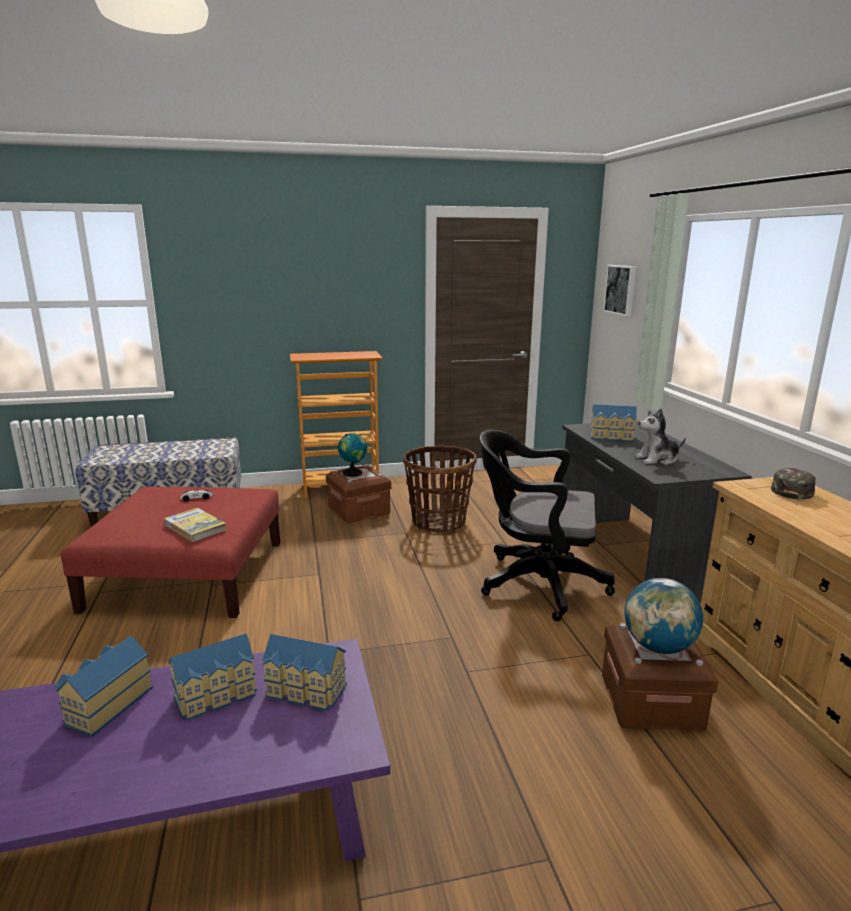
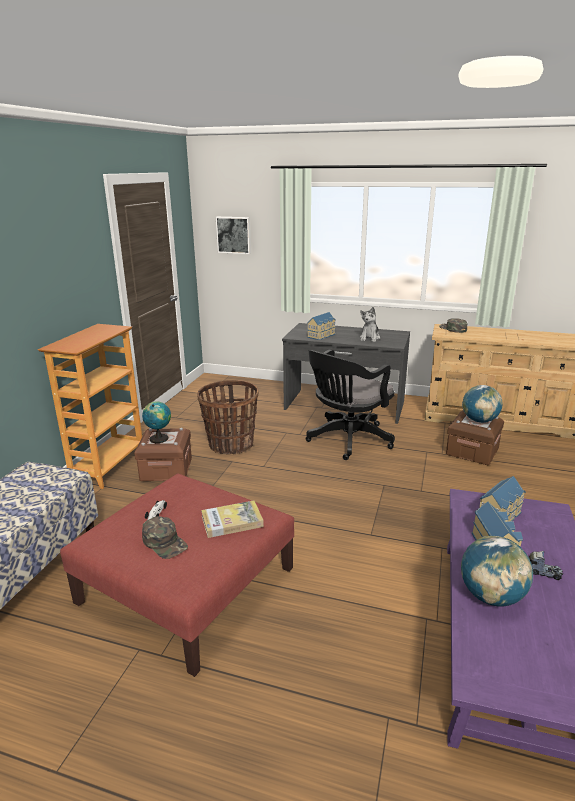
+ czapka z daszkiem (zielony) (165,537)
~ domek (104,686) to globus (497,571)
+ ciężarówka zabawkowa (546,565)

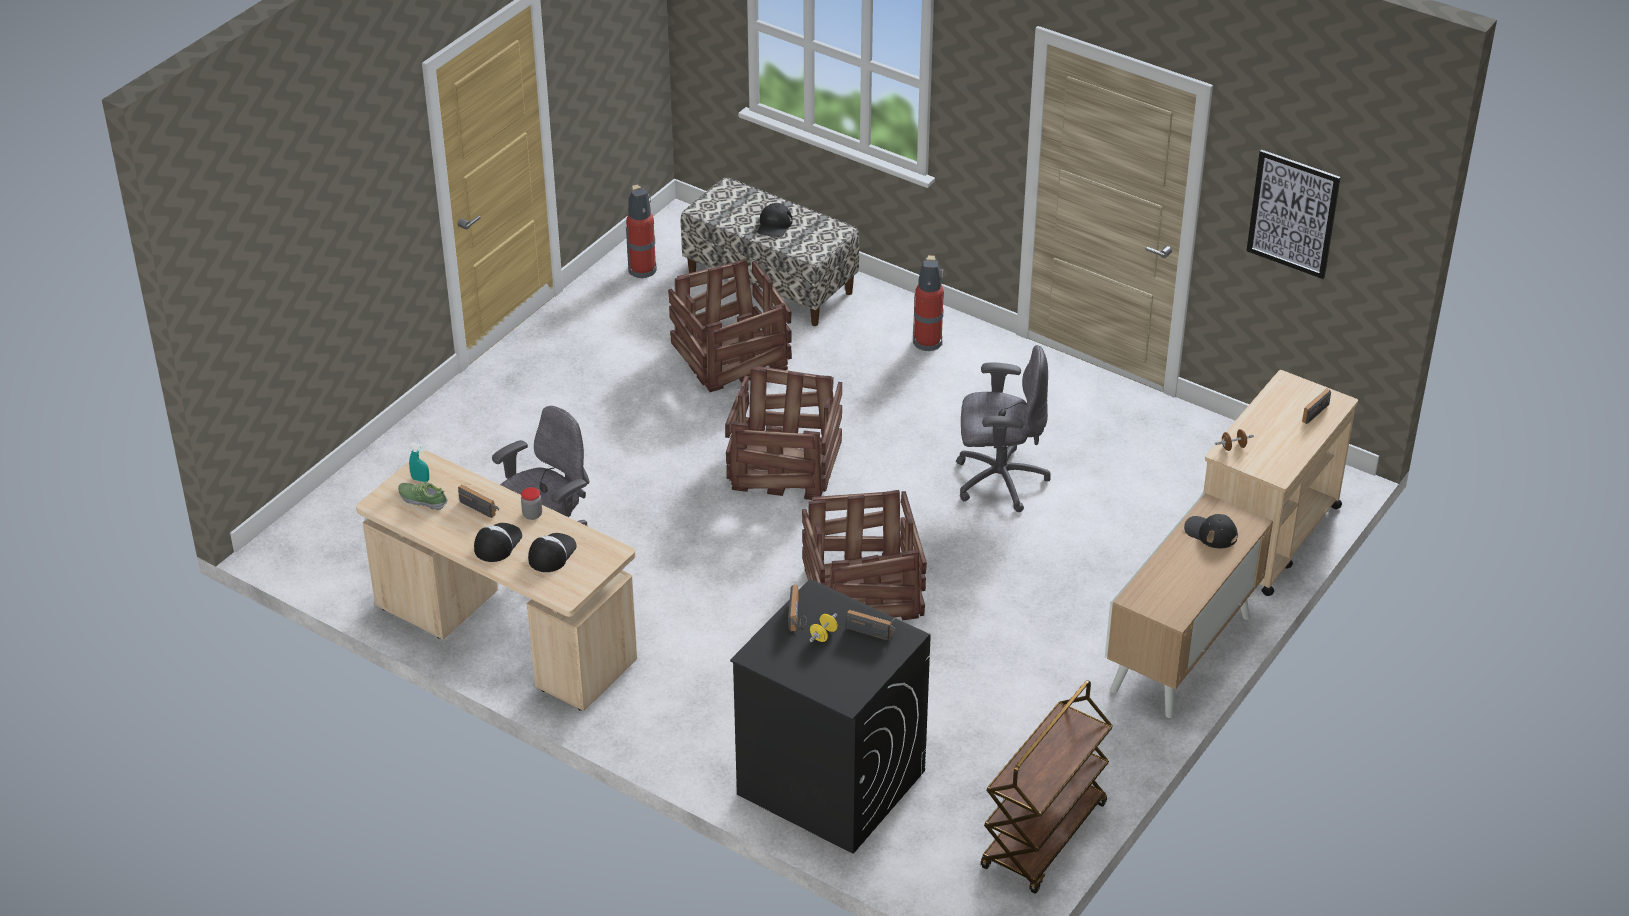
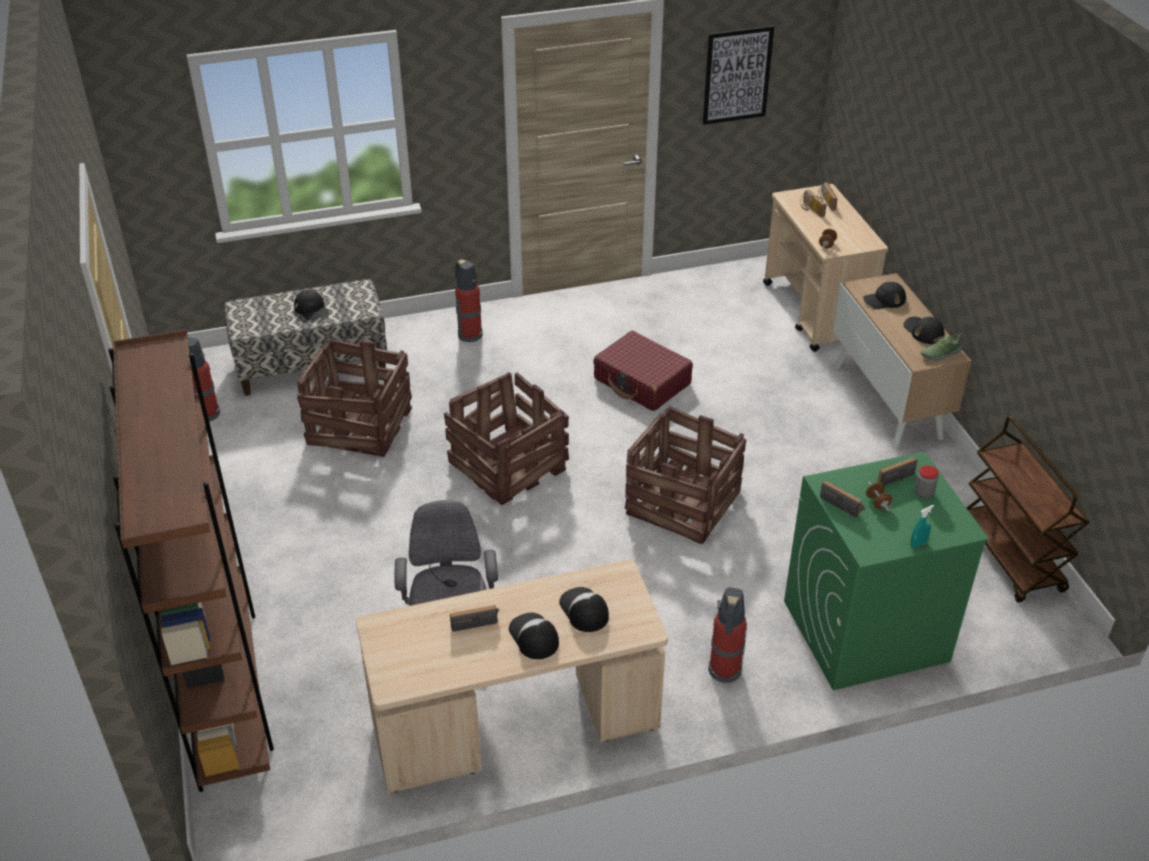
+ regał (brązowy) (191,560)
~ krzesło biurowe (szary) (1003,428) to walizka (czerwony) (643,371)
+ gaśnica (727,635)
~ pralka (czarny) (830,716) to pralka (zielony) (886,571)
+ radio (813,203)
~ hantel (żółty) (823,627) to hantel (brązowy) (879,496)
+ czapka z daszkiem (czarny) (923,330)
~ spryskiwacz (turkusowy) (419,462) to (922,526)
~ słoik (531,503) to (926,481)
~ but (423,495) to (941,347)

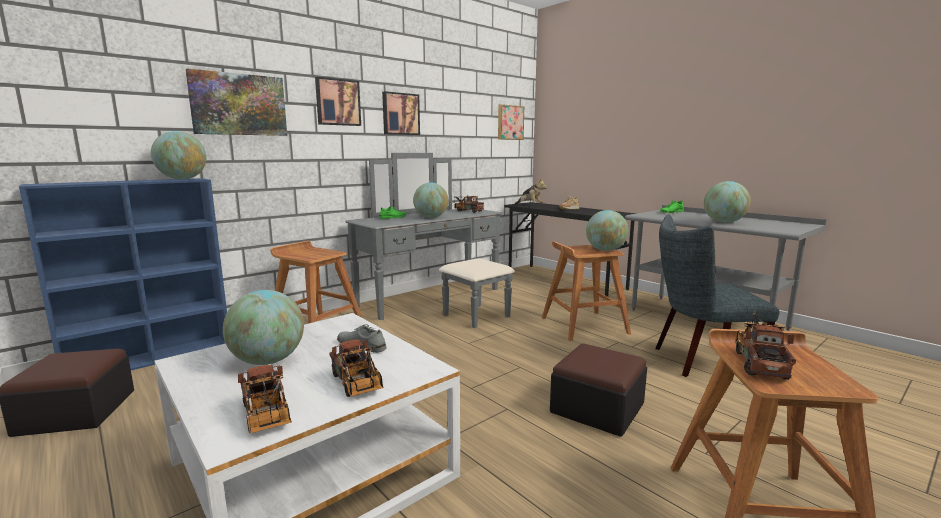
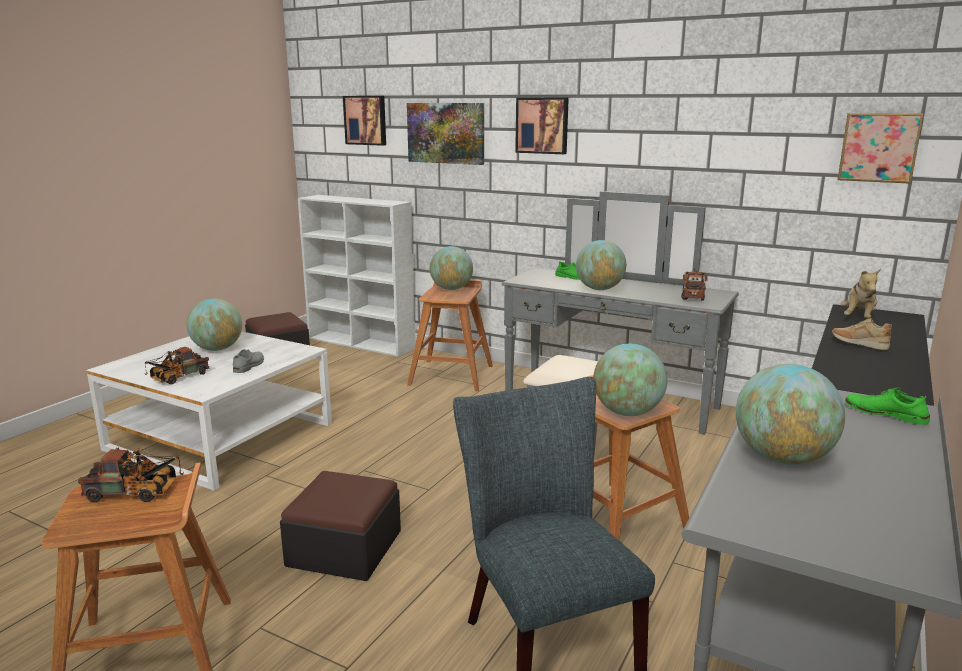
~ regał (niebieski) (123,274) to regał (biały) (357,276)
~ obraz (401,113) to (364,121)
~ globus (178,155) to (451,268)
- ciężarówka zabawkowa (265,399)

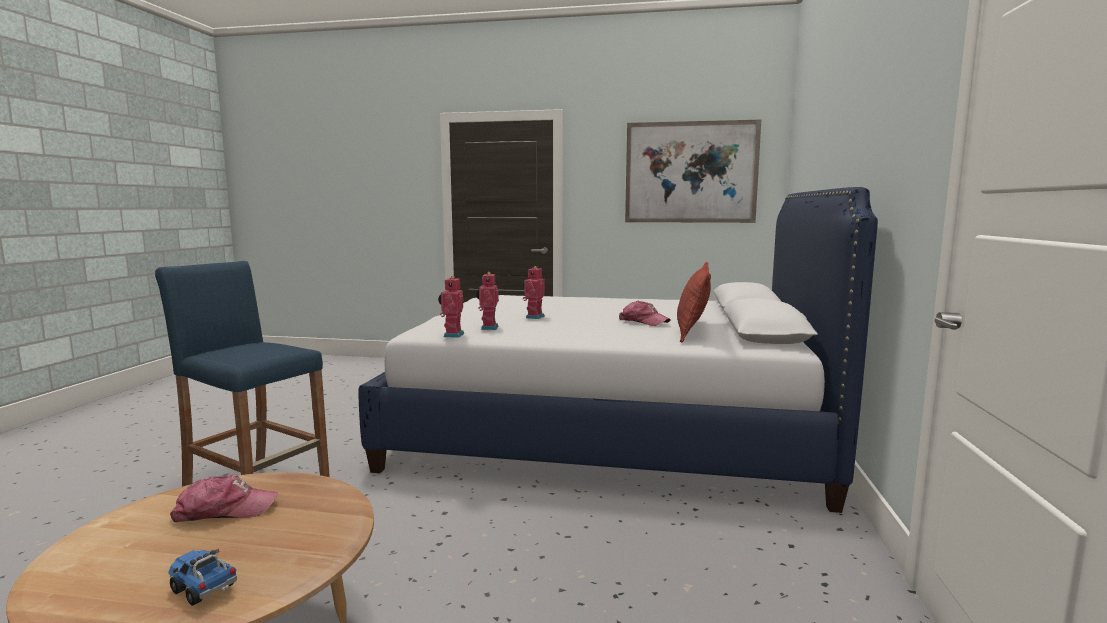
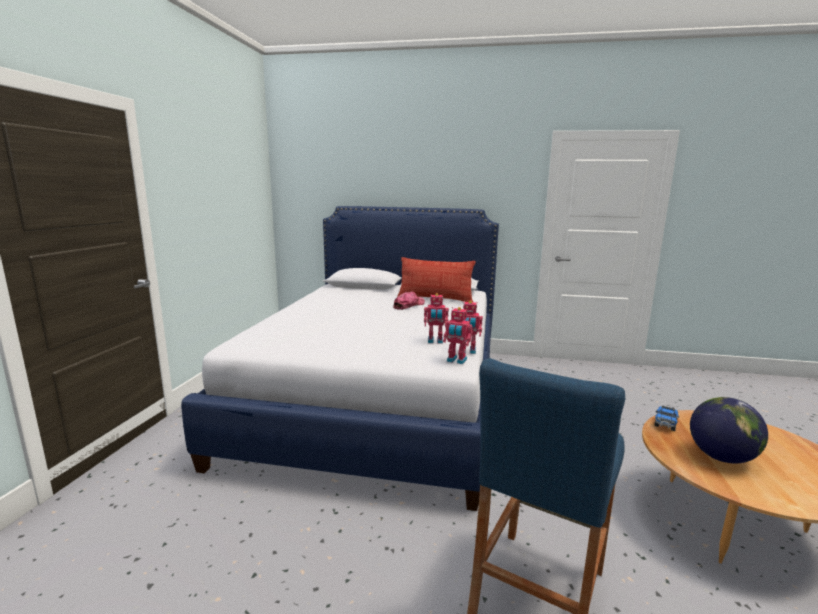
~ robot zabawkowy (534,292) to (458,335)
~ ciężarówka zabawkowa (202,577) to (666,418)
~ czapka z daszkiem (224,498) to globus (729,430)
- obraz (693,171)

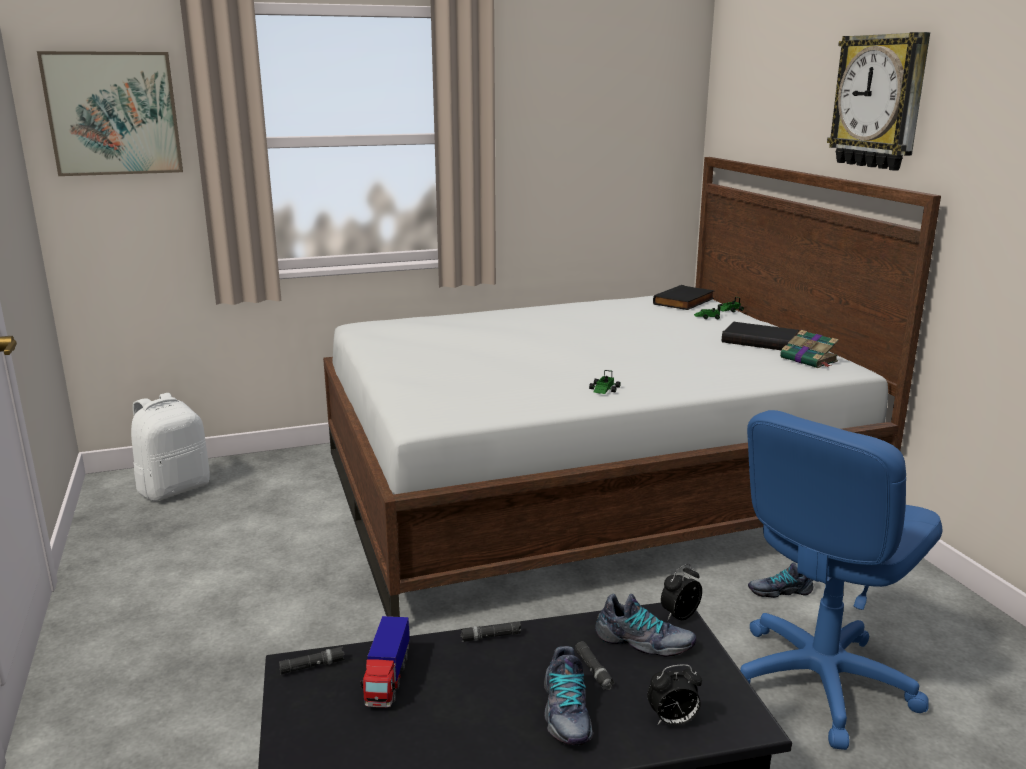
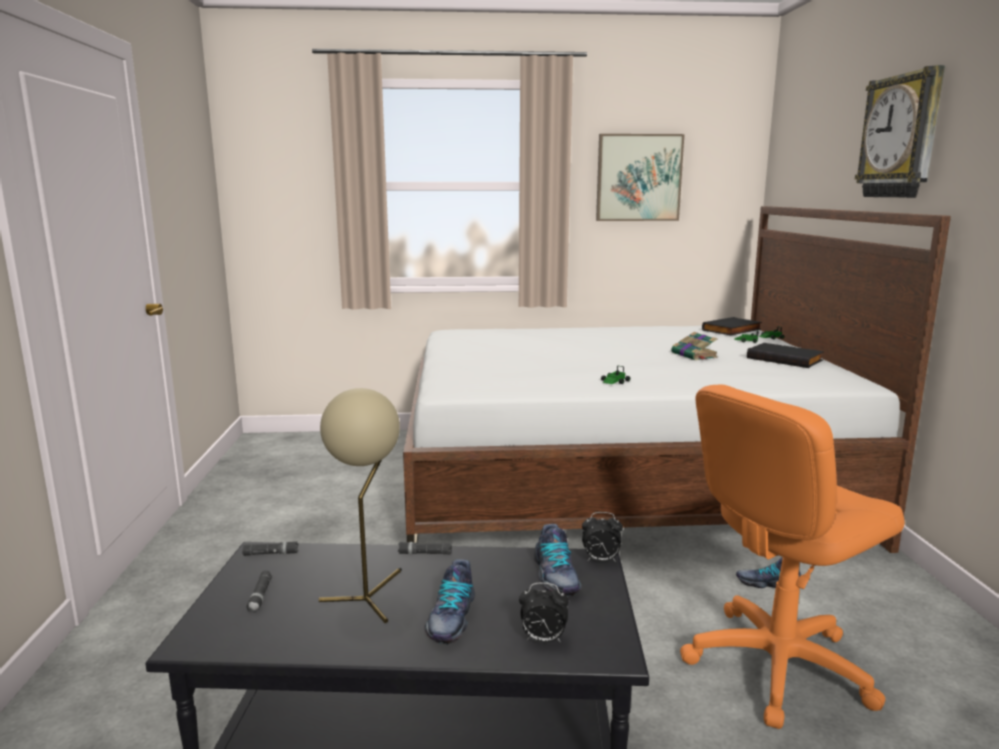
~ latarka (czarny) (595,665) to (259,592)
+ lampa stołowa (beżowy) (360,505)
~ but (645,625) = (558,560) 45 degrees clockwise
~ budzik (681,592) = (602,537) 150 degrees counterclockwise
~ obraz (110,113) to (640,177)
~ książka (809,349) to (694,346)
~ krzesło biurowe (niebieski) (841,580) to krzesło biurowe (pomarańczowy) (792,556)
- plecak (biały) (170,447)
- ciężarówka zabawkowa (385,661)

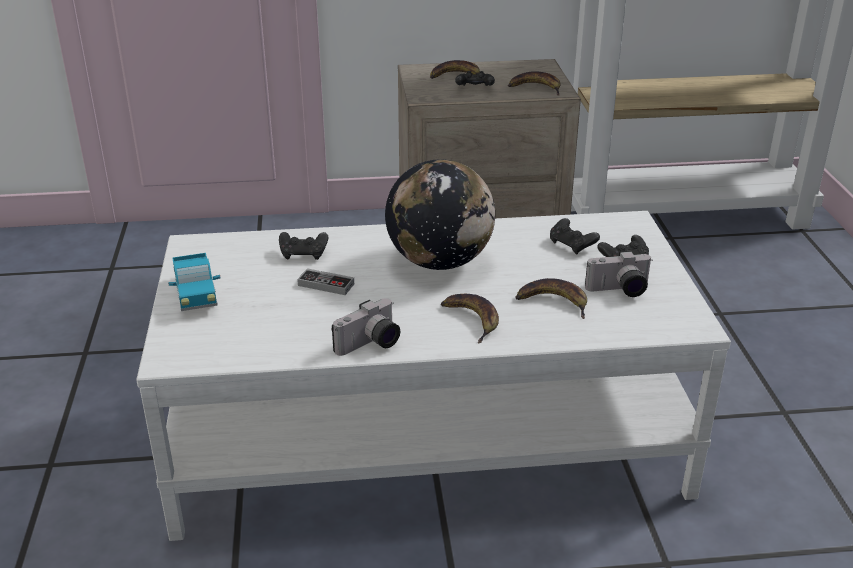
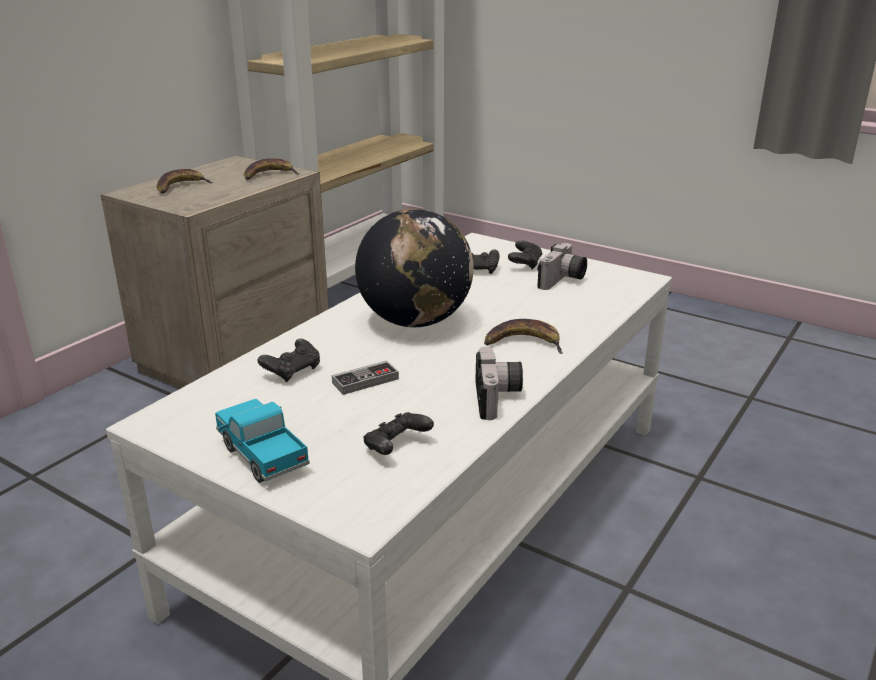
~ ciężarówka zabawkowa (194,282) = (262,441) 150 degrees counterclockwise
~ pad do gier (czarny) (475,78) to (399,433)
- banan (551,298)

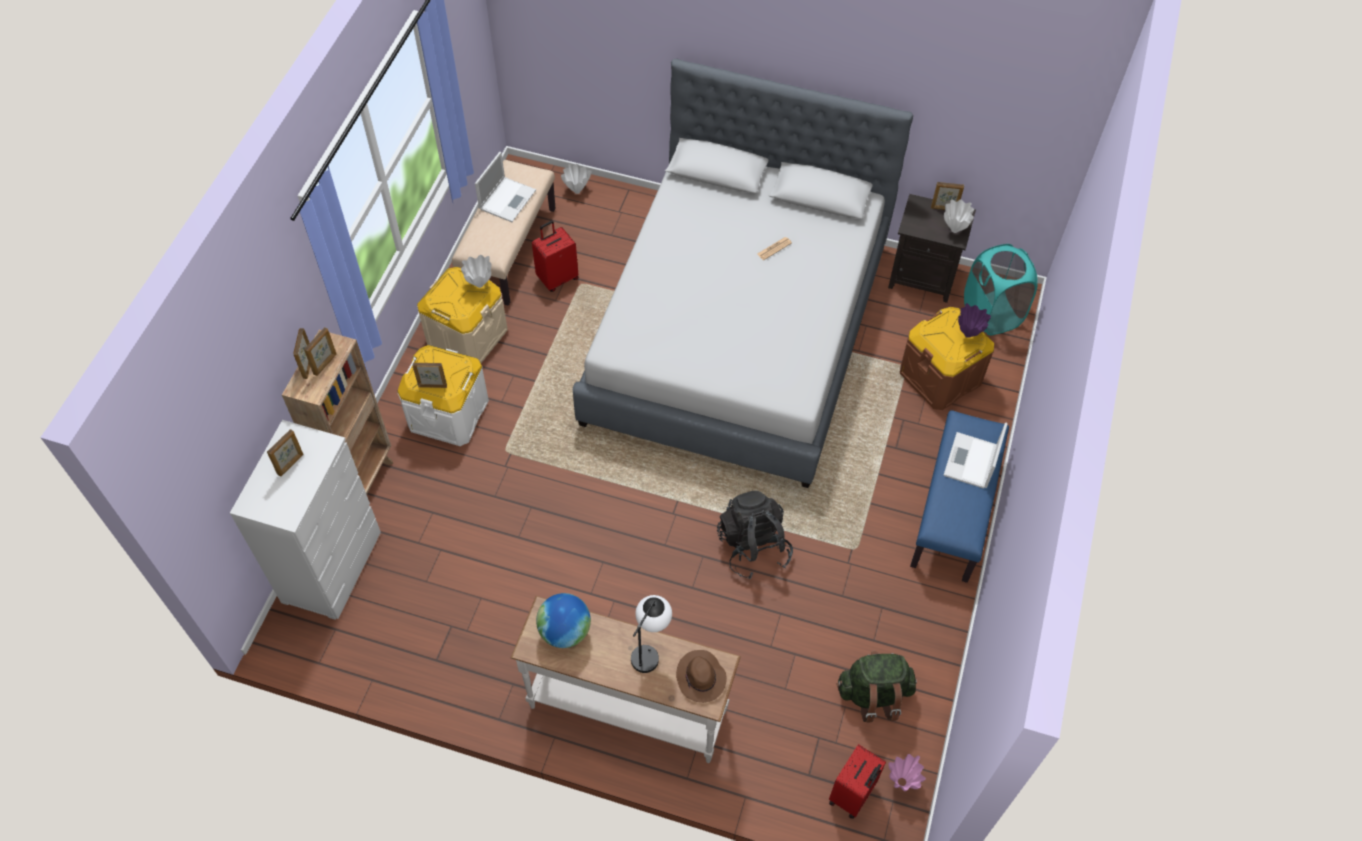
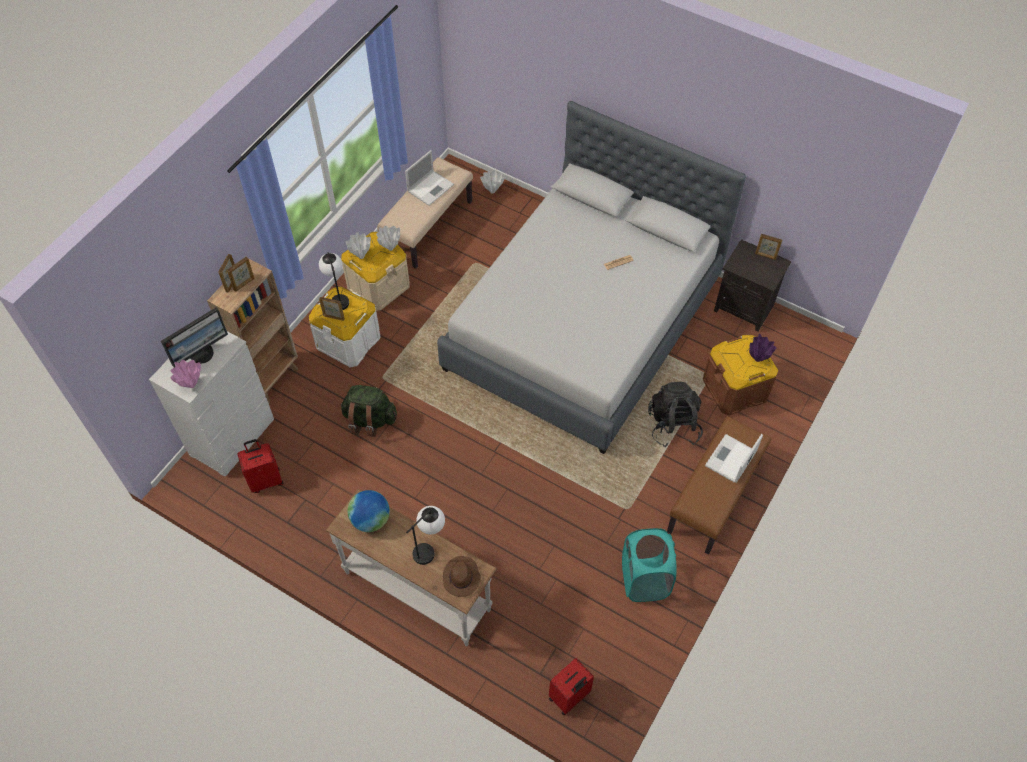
~ ramka na zdjęcie (285,452) to monitor (194,337)
~ wazon (różowy) (907,772) to (185,374)
~ walizka (czerwony) (555,256) to (260,466)
+ lampa stołowa (334,281)
~ plecak (zielony) (876,686) to (368,411)
~ wazon (biały) (959,216) to (358,245)
~ kosz na pranie (turkusowy) (1001,289) to (649,565)
~ plecak (czarny) (755,535) to (675,414)
~ ławka (niebieski) (959,496) to ławka (brązowy) (719,485)

